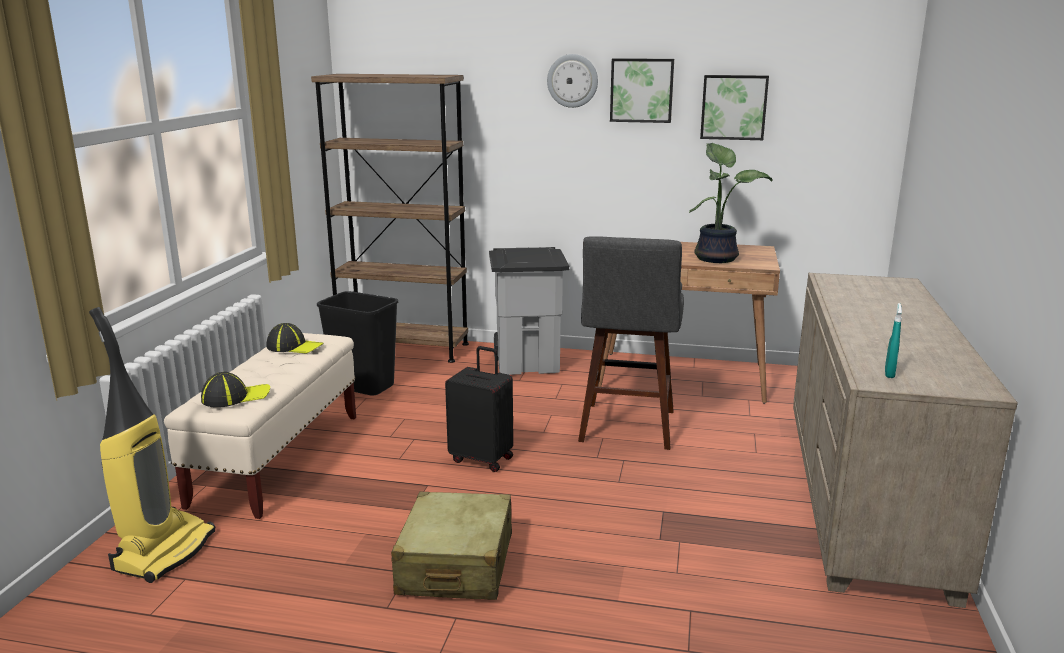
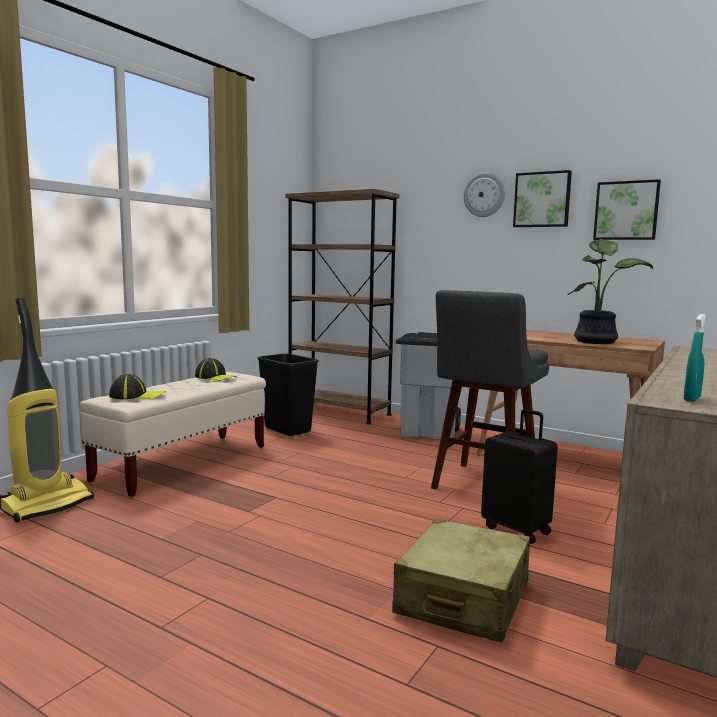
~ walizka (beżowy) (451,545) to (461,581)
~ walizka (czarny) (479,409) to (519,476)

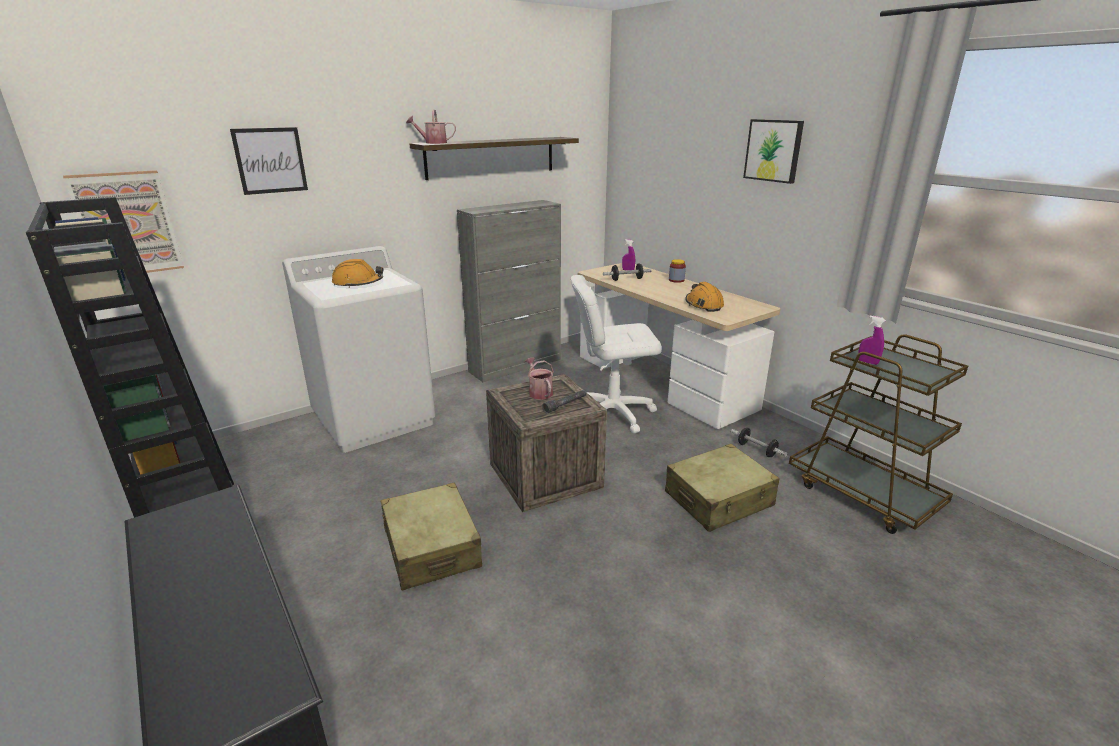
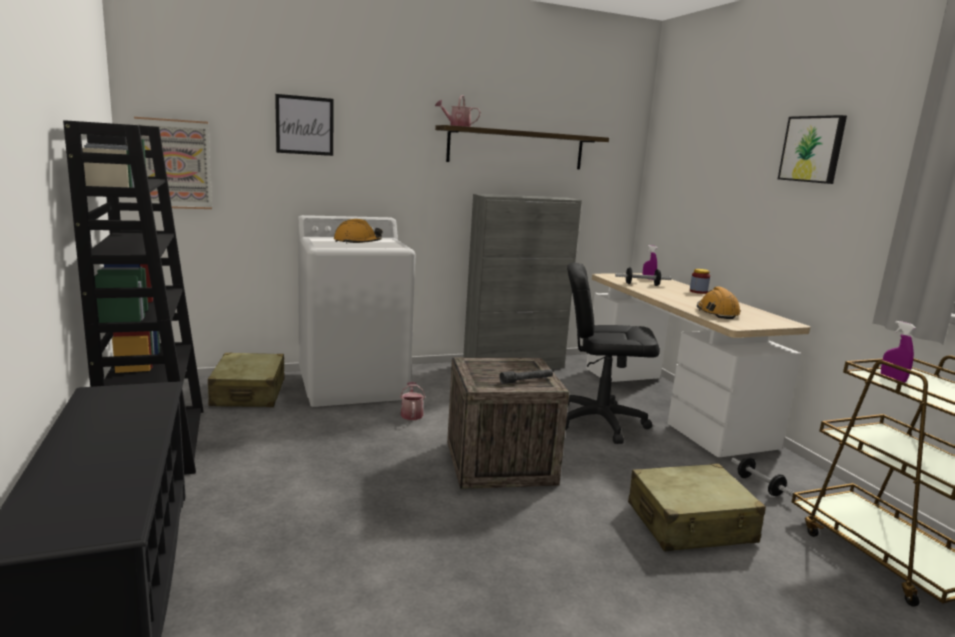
~ walizka (beżowy) (431,536) to (246,380)
~ konewka (539,378) to (412,401)
~ krzesło biurowe (biały) (616,354) to krzesło biurowe (czarny) (612,353)

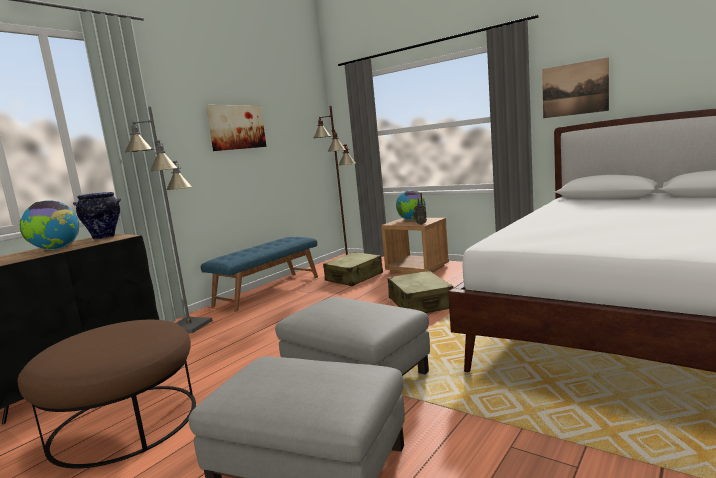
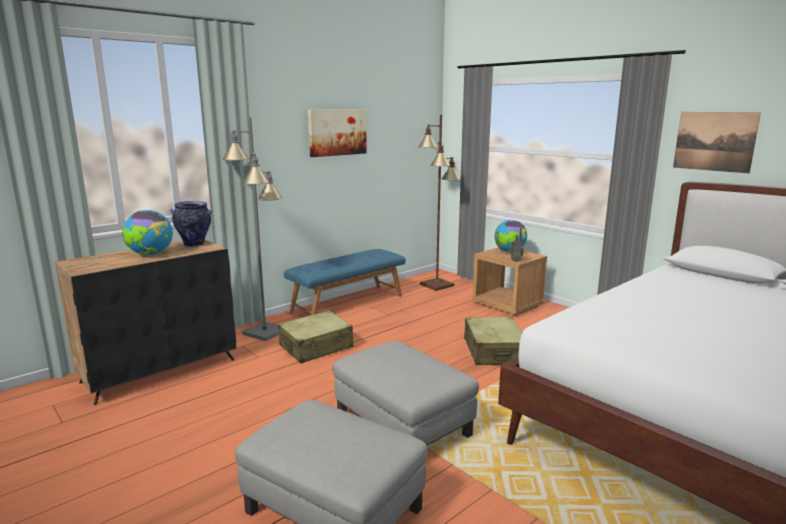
~ walizka (beżowy) (353,269) to (315,337)
- pufa (brązowy) (107,394)

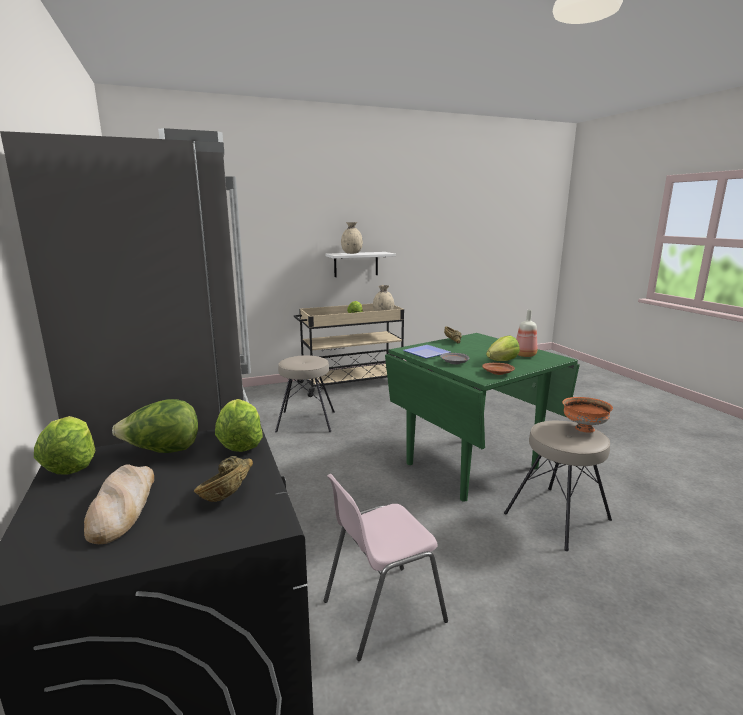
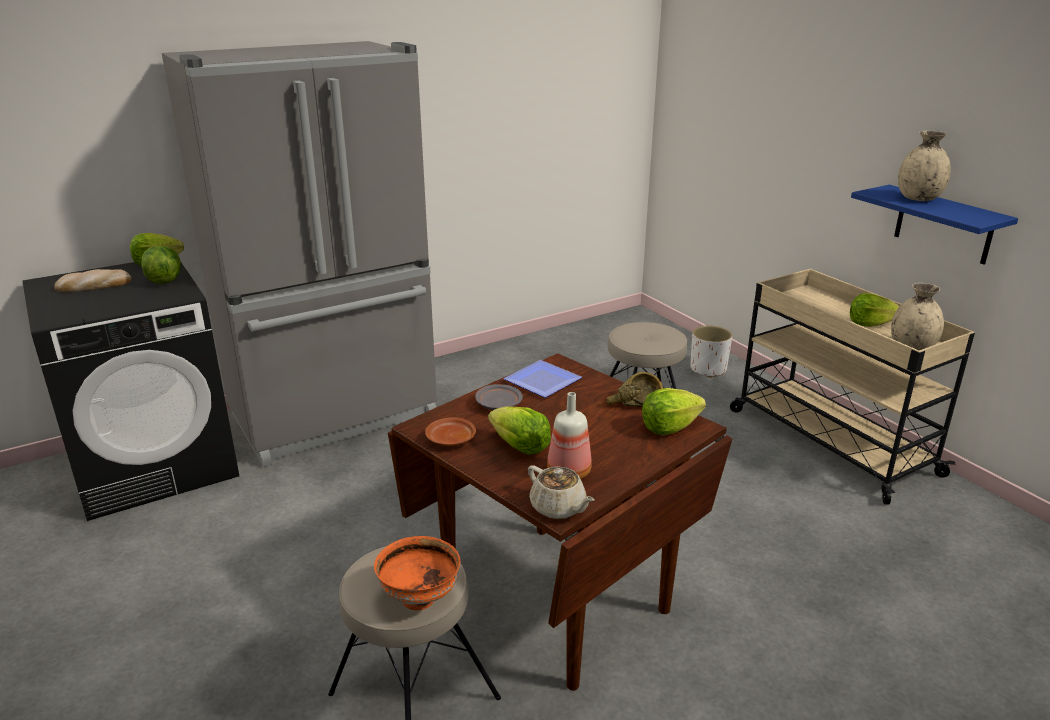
~ stół jadalny (zielony) (482,417) to stół jadalny (brązowy) (560,522)
+ imbryk (beżowy) (561,492)
~ sałata (239,425) to (674,411)
+ donica (biały) (711,352)
~ półka (biały) (360,264) to półka (niebieski) (934,224)
- miska (brązowy) (223,479)
- krzesło (różowy) (386,567)

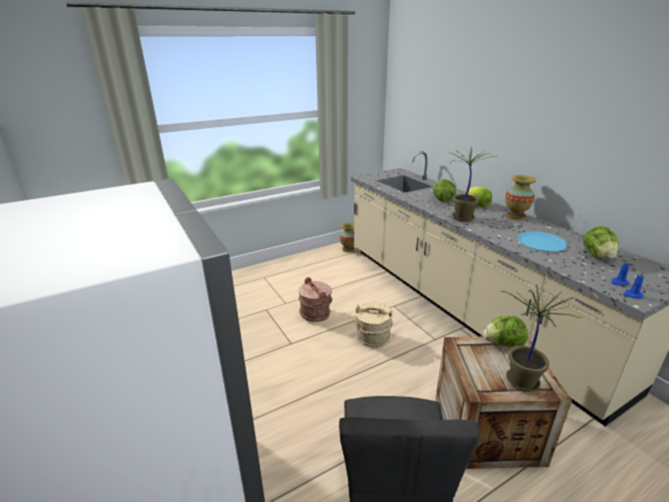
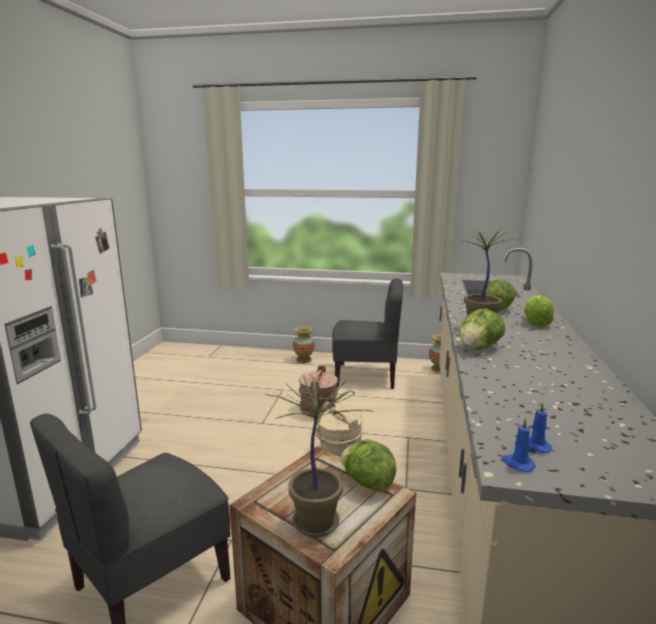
~ wazon (520,197) to (304,344)
+ krzesło (szary) (367,333)
~ sałata (601,243) to (482,329)
- talerz (niebieski) (542,241)

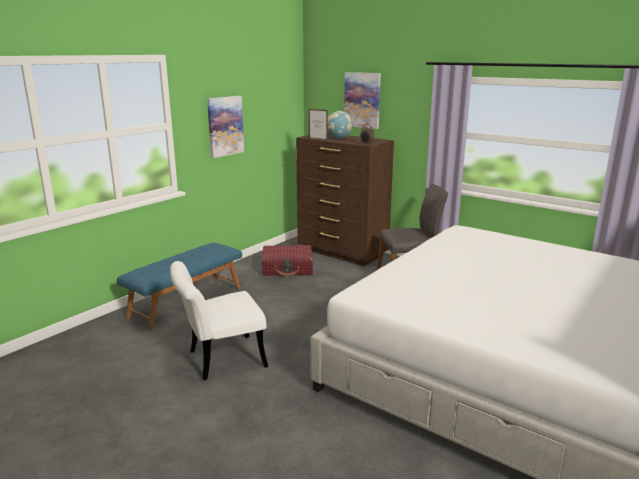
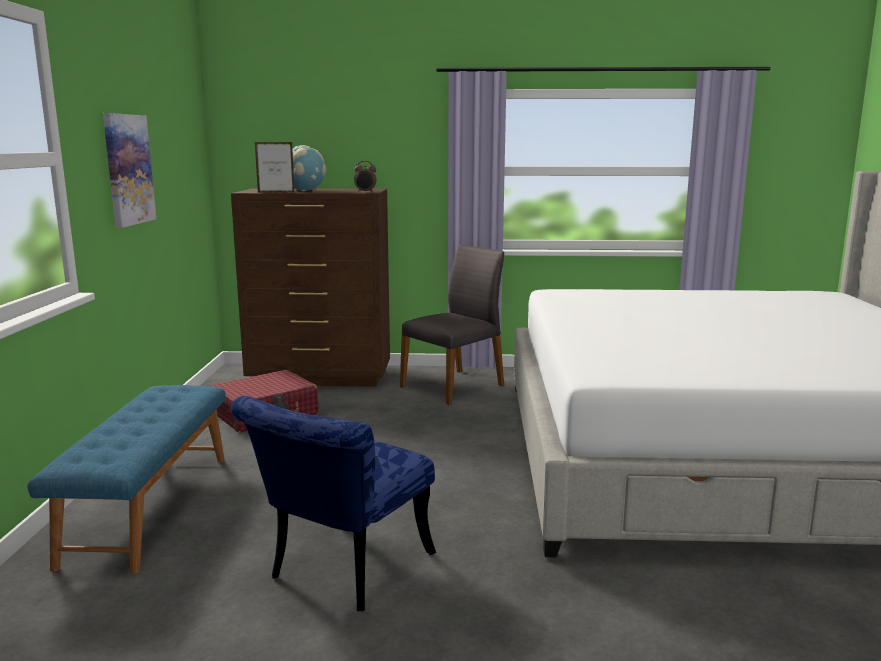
~ krzesło (biały) (219,320) to krzesło (niebieski) (333,503)
- obraz (362,100)

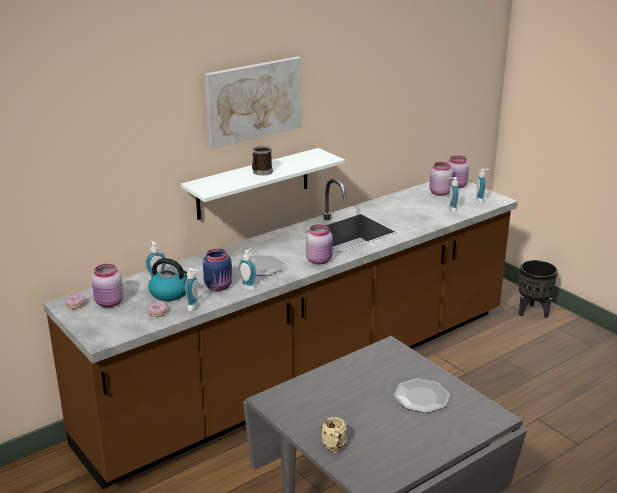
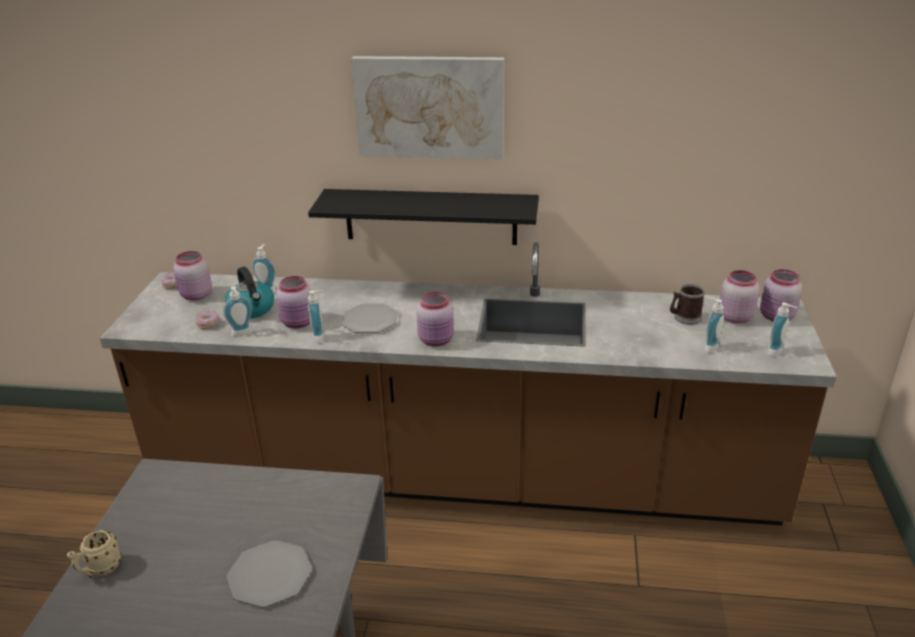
~ słoik (niebieski) (217,270) to słoik (różowy) (294,302)
~ półka (biały) (263,184) to półka (czarny) (423,217)
~ kubek (262,161) to (687,304)
- donica (czarny) (538,289)

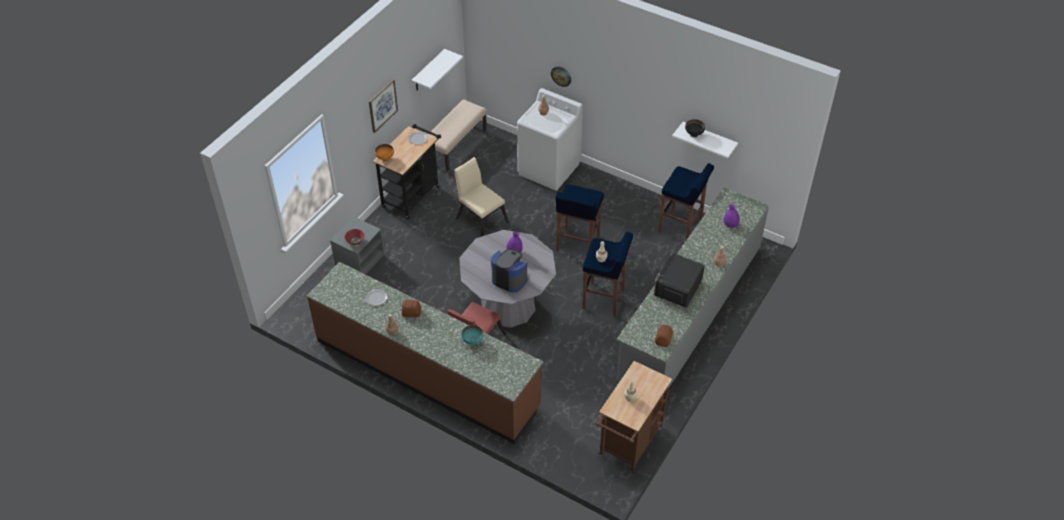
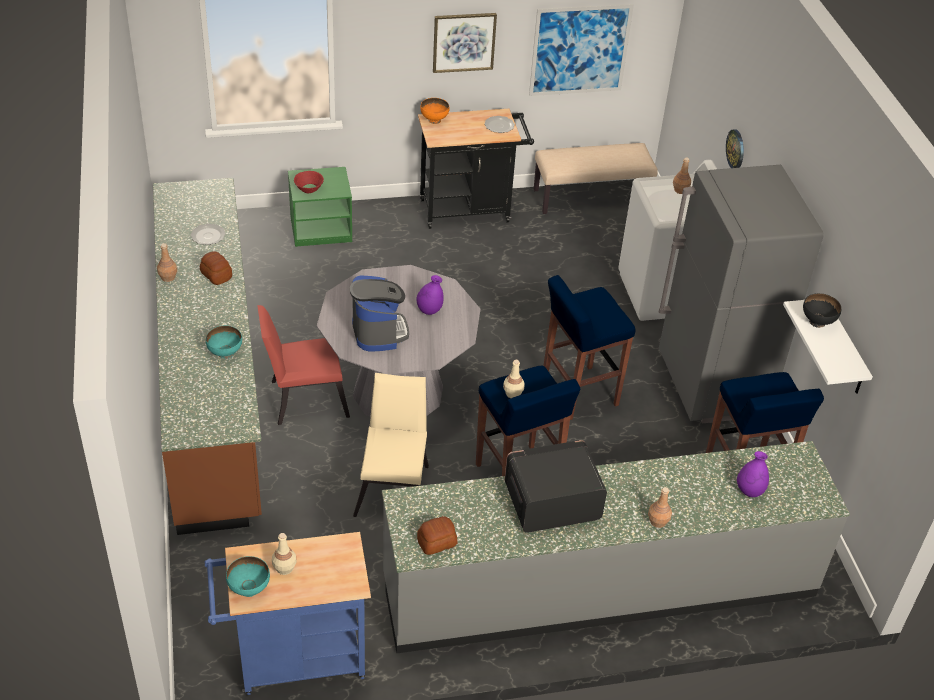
~ wózek (brązowy) (634,416) to wózek (niebieski) (288,613)
+ miska (turkusowy) (248,576)
~ szafka nocna (szary) (357,245) to szafka nocna (zielony) (320,207)
~ krzesło (beżowy) (481,197) to (391,445)
~ półka (biały) (437,69) to obraz (581,50)
+ lodówka (szary) (741,294)

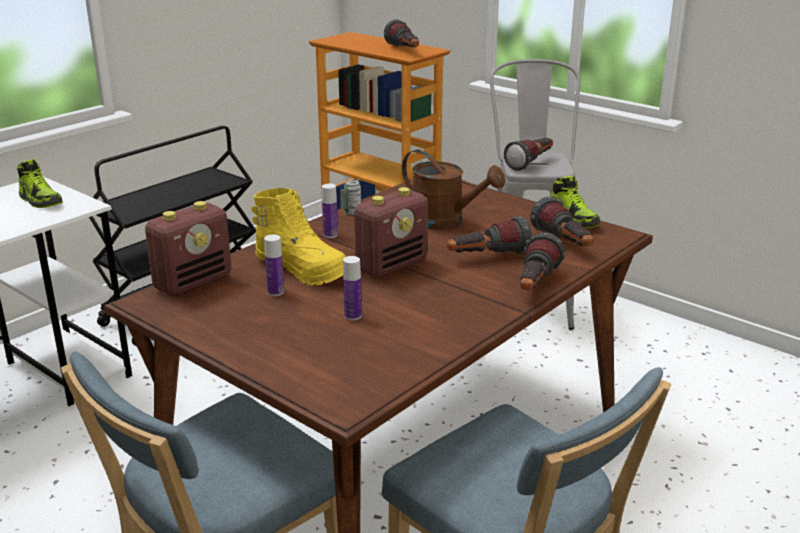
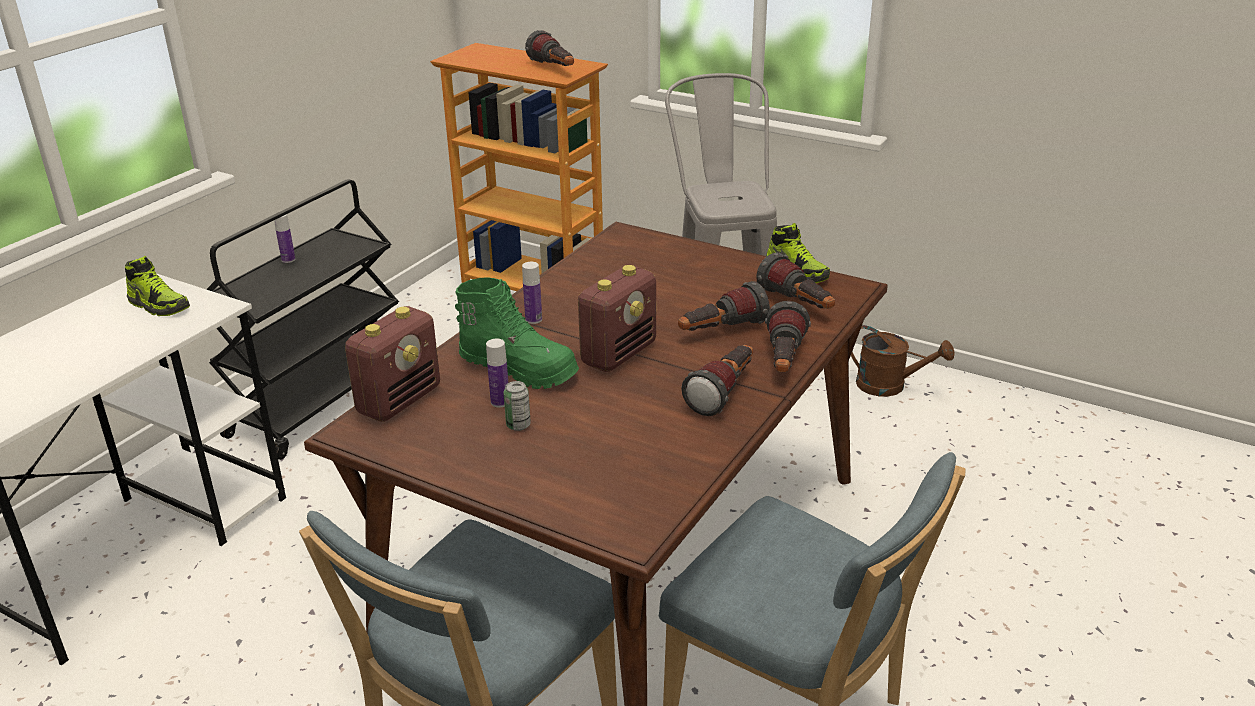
~ butelka (352,288) to (284,238)
~ but z cholewką (żółty) (299,237) to but z cholewką (zielony) (517,333)
~ puszka (352,198) to (517,406)
~ latarka (528,154) to (717,380)
~ konewka (brązowy) (453,190) to (902,361)

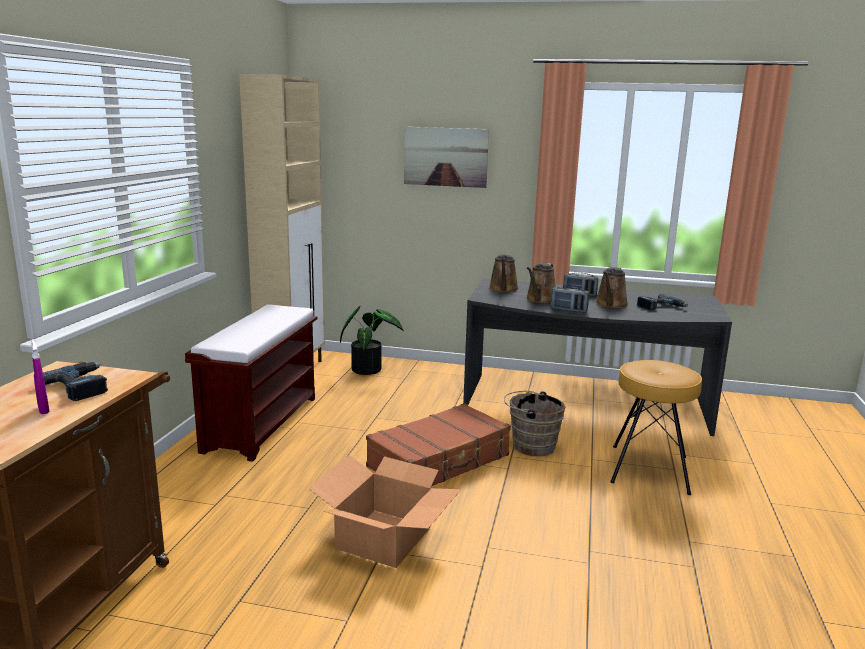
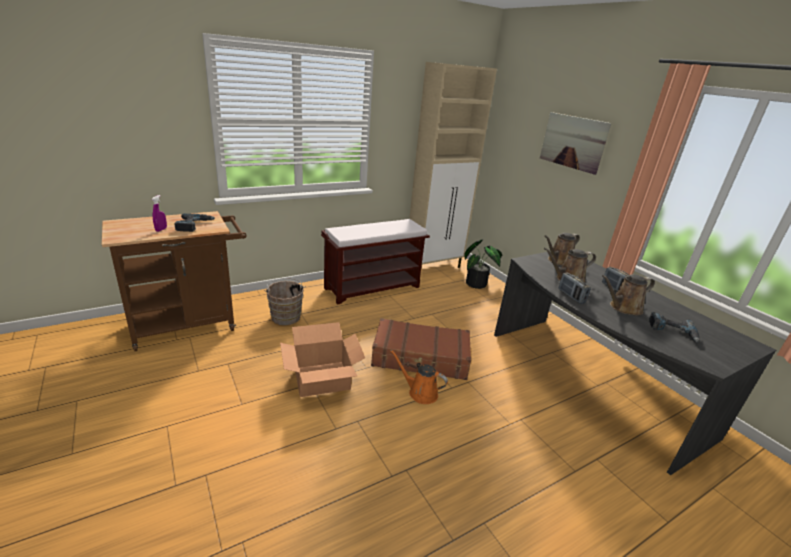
~ wiadro (brązowy) (534,423) to (284,301)
+ konewka (pomarańczowy) (419,377)
- stołek (brązowy) (656,427)

